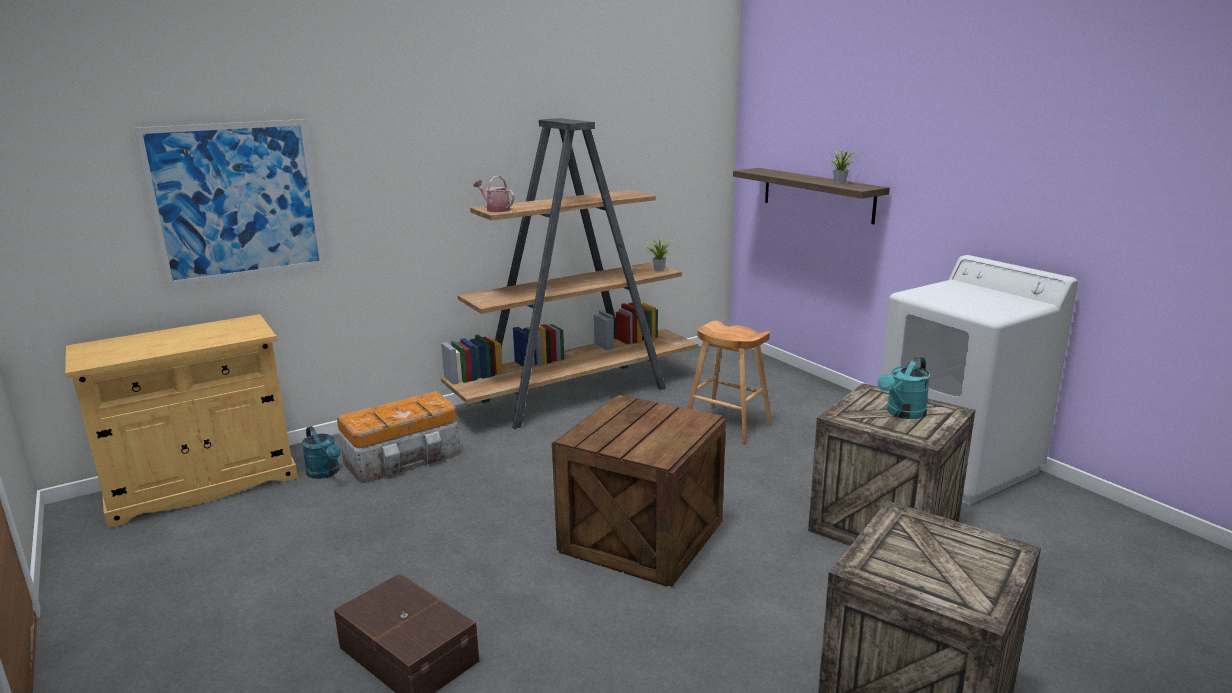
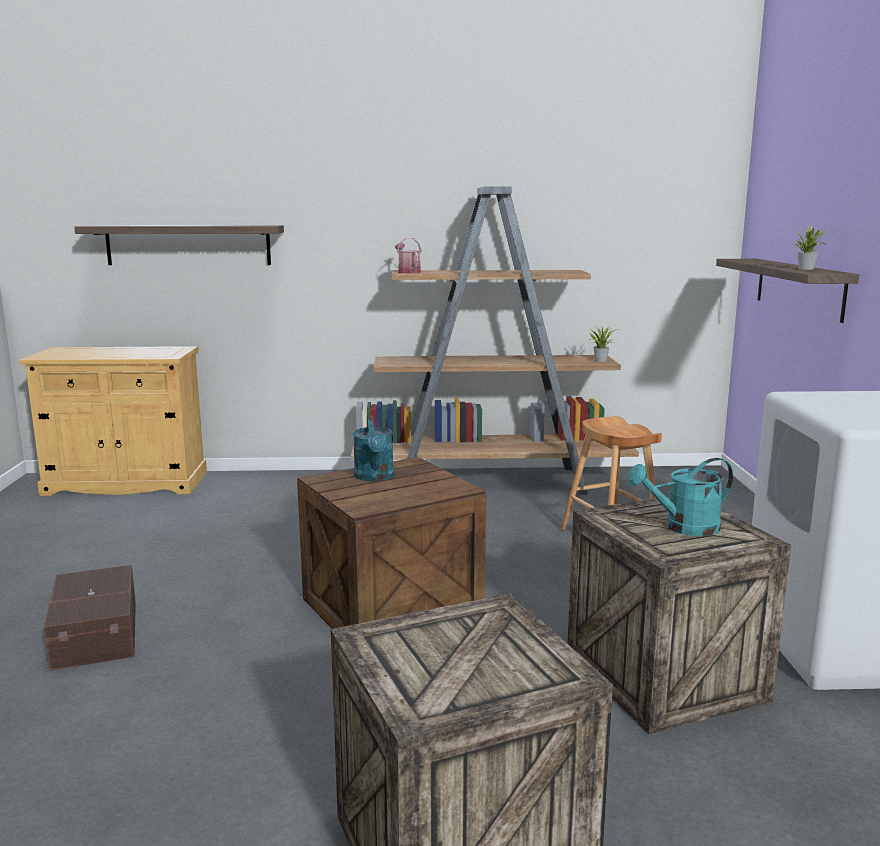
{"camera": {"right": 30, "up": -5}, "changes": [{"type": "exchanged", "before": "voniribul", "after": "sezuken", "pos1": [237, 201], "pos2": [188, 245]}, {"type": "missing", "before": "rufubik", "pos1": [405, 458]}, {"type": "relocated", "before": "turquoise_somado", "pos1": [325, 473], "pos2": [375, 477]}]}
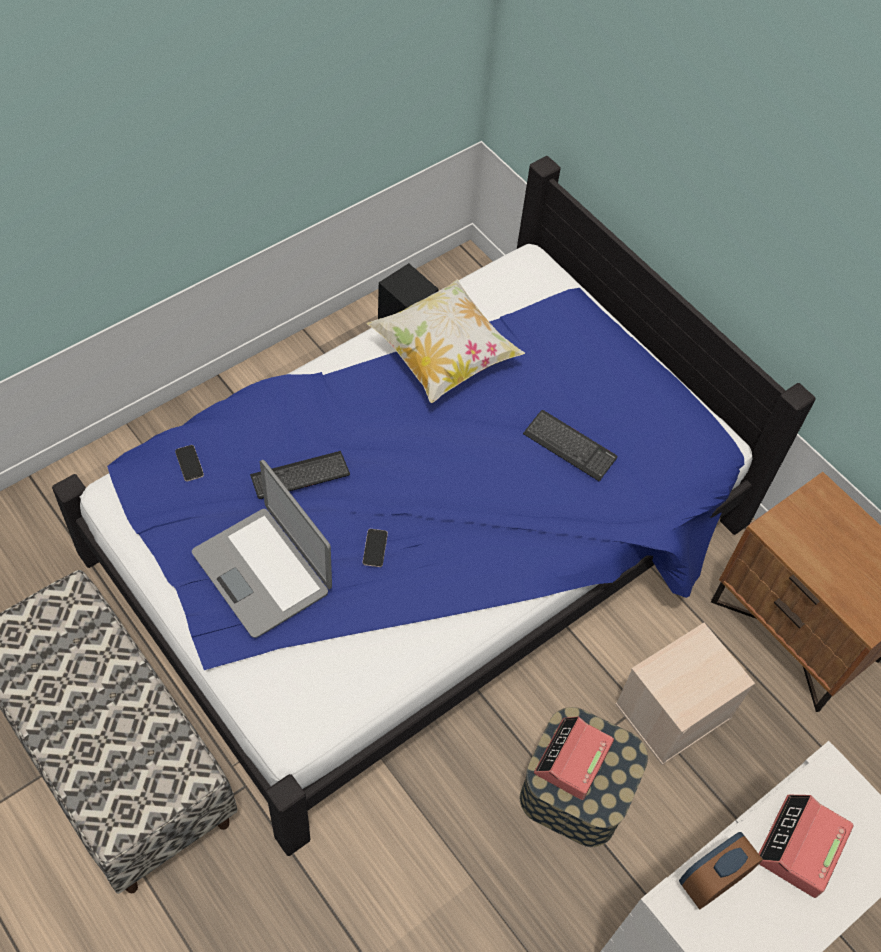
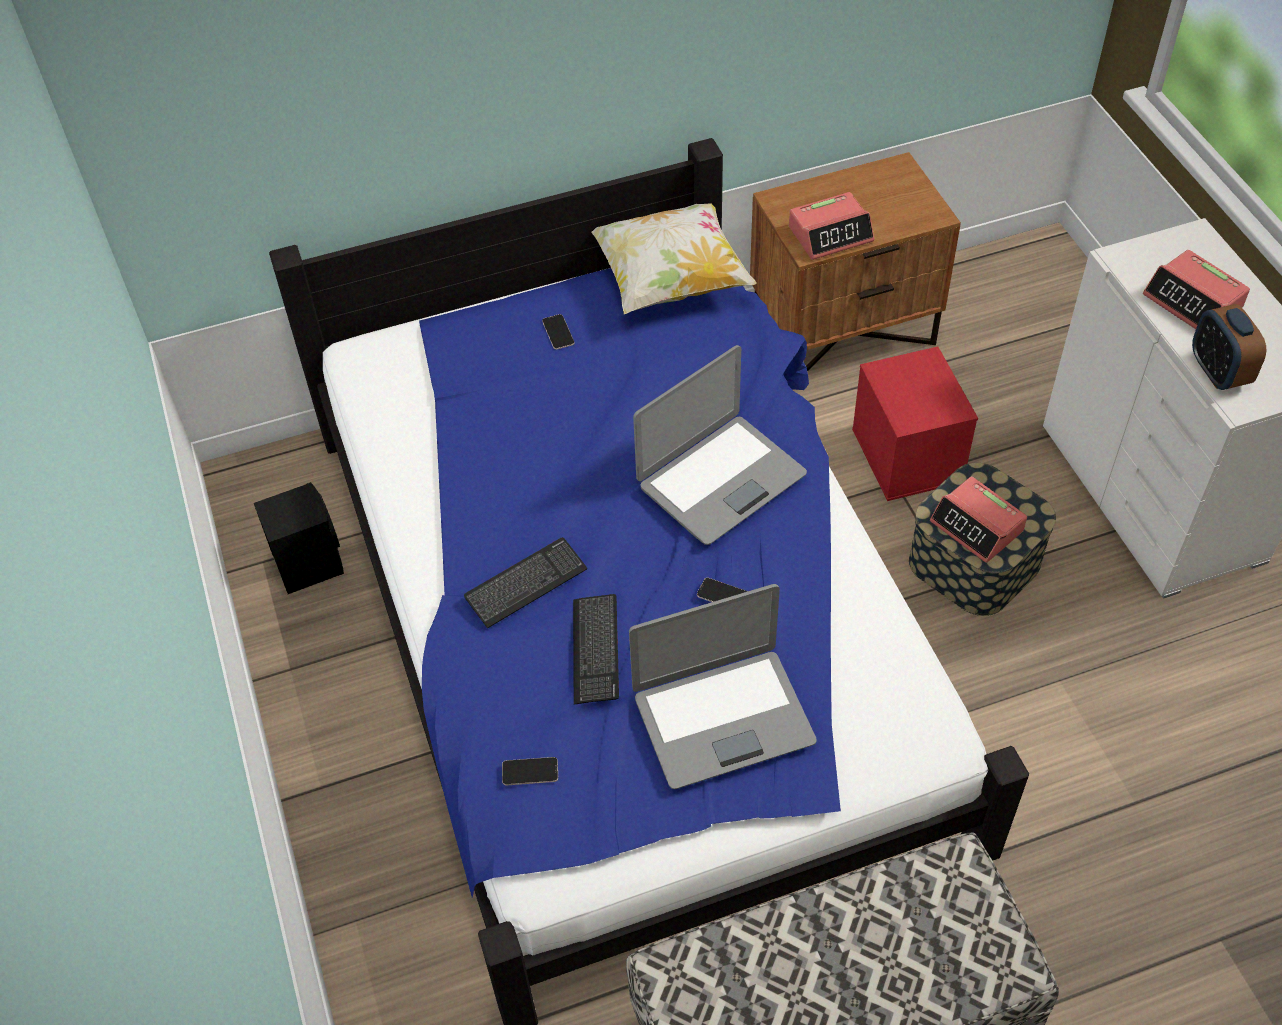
{"camera": {"right": -65, "up": -5}, "changes": [{"type": "relocated", "before": "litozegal", "pos1": [443, 357], "pos2": [671, 280]}, {"type": "relocated", "before": "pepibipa", "pos1": [569, 446], "pos2": [526, 584]}, {"type": "colour", "before": "beige_rufubik", "after": "red_rufubik", "pos1": [673, 709], "pos2": [905, 454]}, {"type": "appeared", "after": "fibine", "pos2": [831, 234]}, {"type": "appeared", "after": "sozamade", "pos2": [558, 332]}, {"type": "appeared", "after": "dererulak", "pos2": [720, 479]}]}
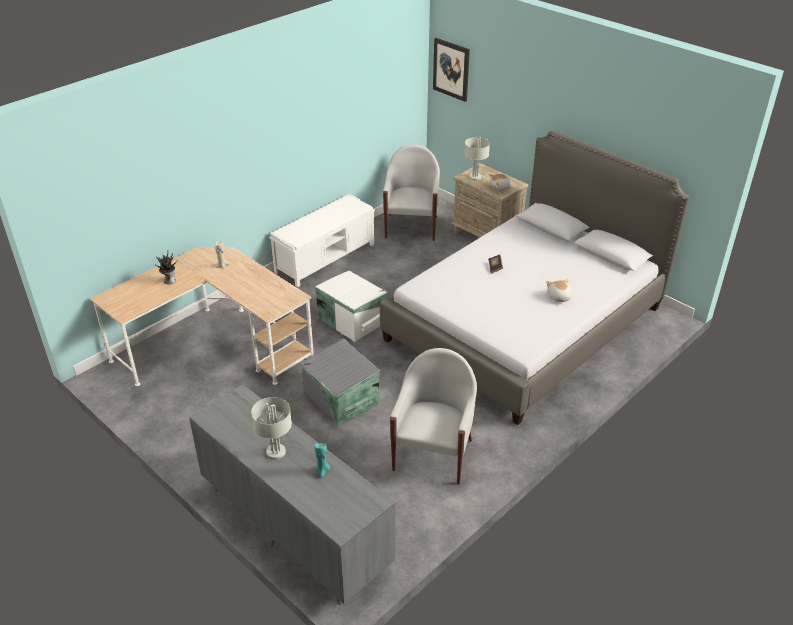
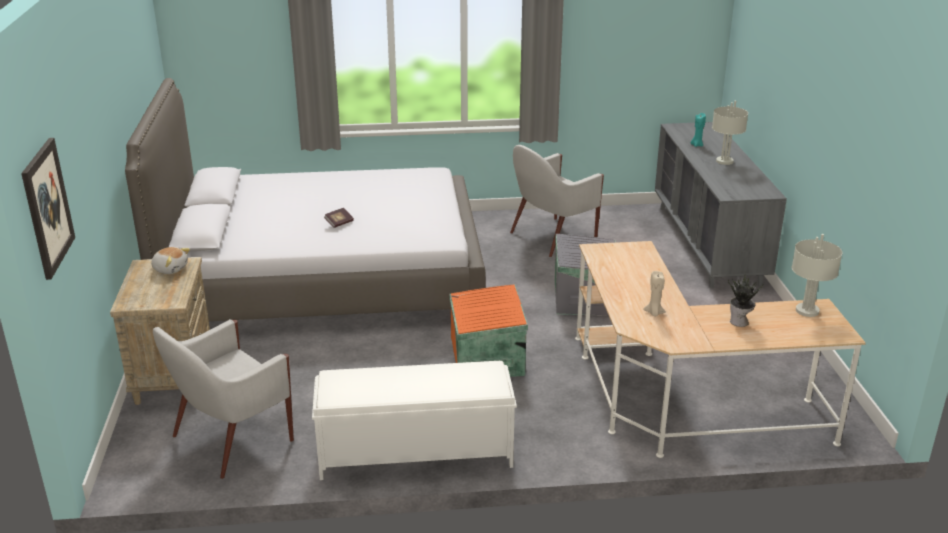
{"camera": {"right": -140, "up": -10}, "changes": [{"type": "relocated", "before": "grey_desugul", "pos1": [474, 177], "pos2": [807, 311]}, {"type": "colour", "before": "white_rufubik", "after": "orange_rufubik", "pos1": [352, 319], "pos2": [485, 356]}, {"type": "missing", "before": "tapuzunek", "pos1": [559, 297]}]}
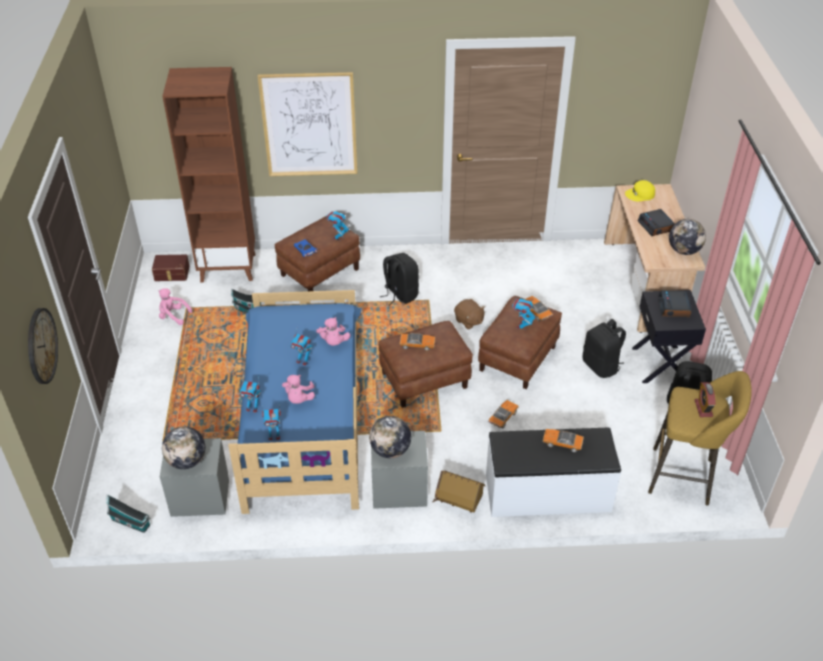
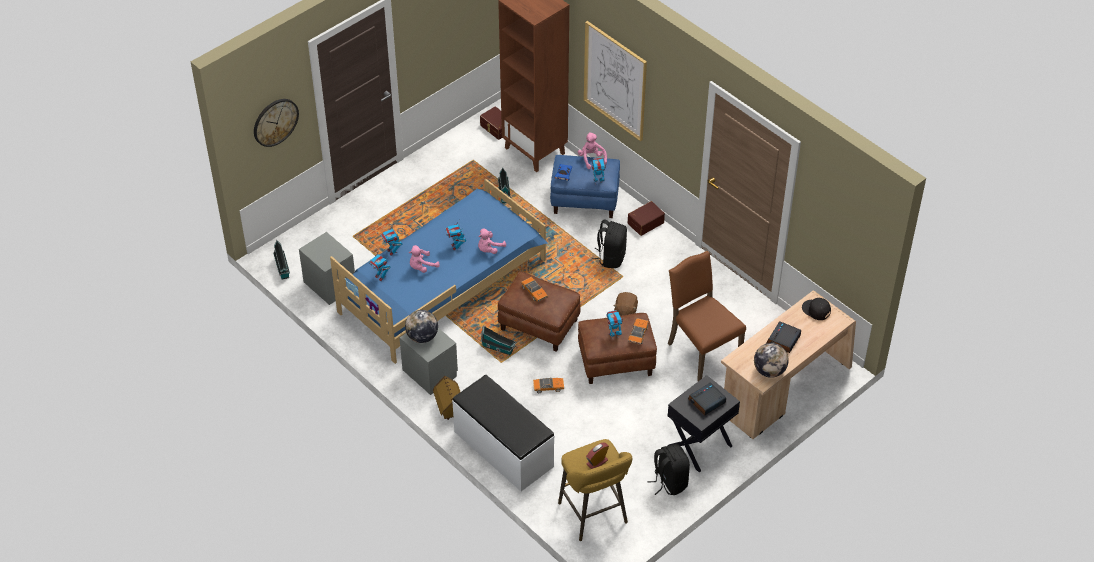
{"camera": {"right": 50, "up": 5}, "changes": [{"type": "colour", "before": "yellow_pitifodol", "after": "black_pitifodol", "pos1": [640, 194], "pos2": [816, 310]}, {"type": "colour", "before": "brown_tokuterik", "after": "blue_tokuterik", "pos1": [319, 272], "pos2": [585, 200]}, {"type": "relocated", "before": "pink_tapuzunek", "pos1": [173, 316], "pos2": [591, 159]}, {"type": "missing", "before": "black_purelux", "pos1": [601, 366]}, {"type": "missing", "before": "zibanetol", "pos1": [187, 461]}, {"type": "missing", "before": "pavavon", "pos1": [562, 443]}, {"type": "appeared", "after": "brown_rufubik", "pos2": [645, 222]}, {"type": "appeared", "after": "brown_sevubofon", "pos2": [701, 351]}, {"type": "appeared", "after": "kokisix", "pos2": [499, 348]}]}
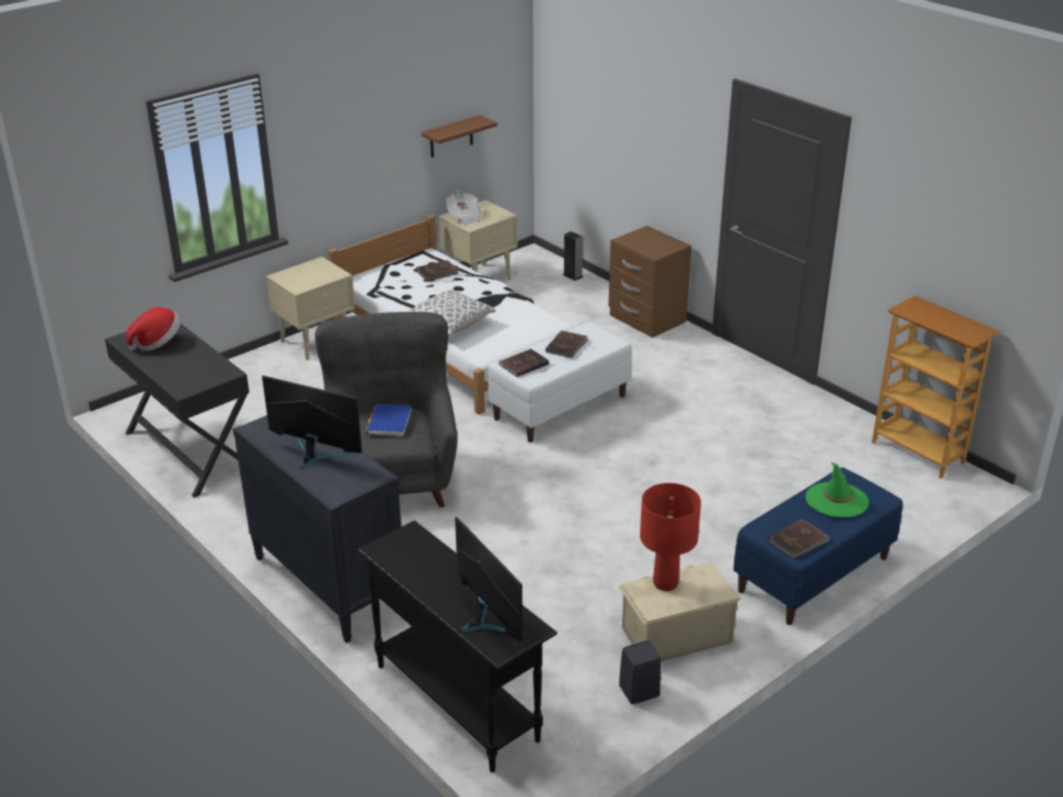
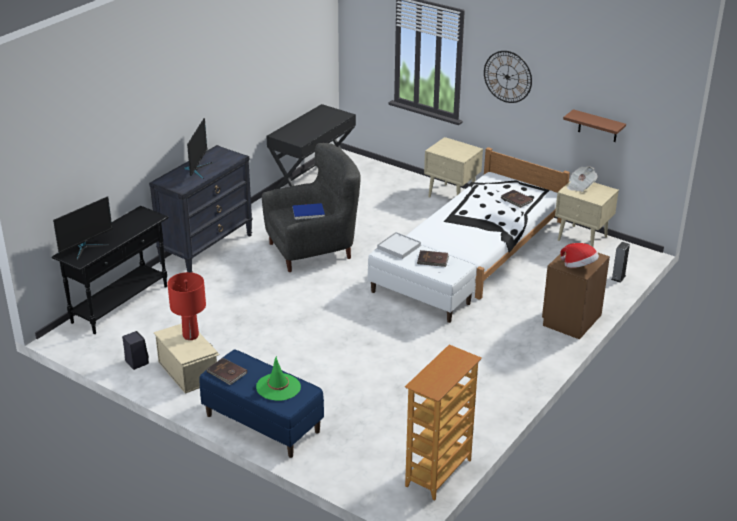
{"camera": {"right": 75, "up": 0}, "changes": [{"type": "missing", "before": "litozegal", "pos1": [450, 325]}, {"type": "relocated", "before": "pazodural", "pos1": [158, 342], "pos2": [578, 266]}, {"type": "exchanged", "before": "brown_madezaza", "after": "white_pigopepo", "pos1": [523, 364], "pos2": [399, 247]}, {"type": "appeared", "after": "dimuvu", "pos2": [507, 77]}]}
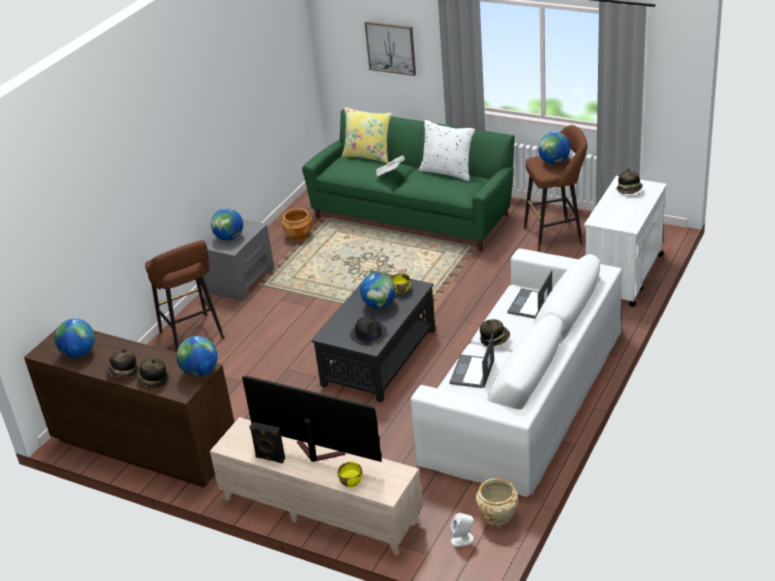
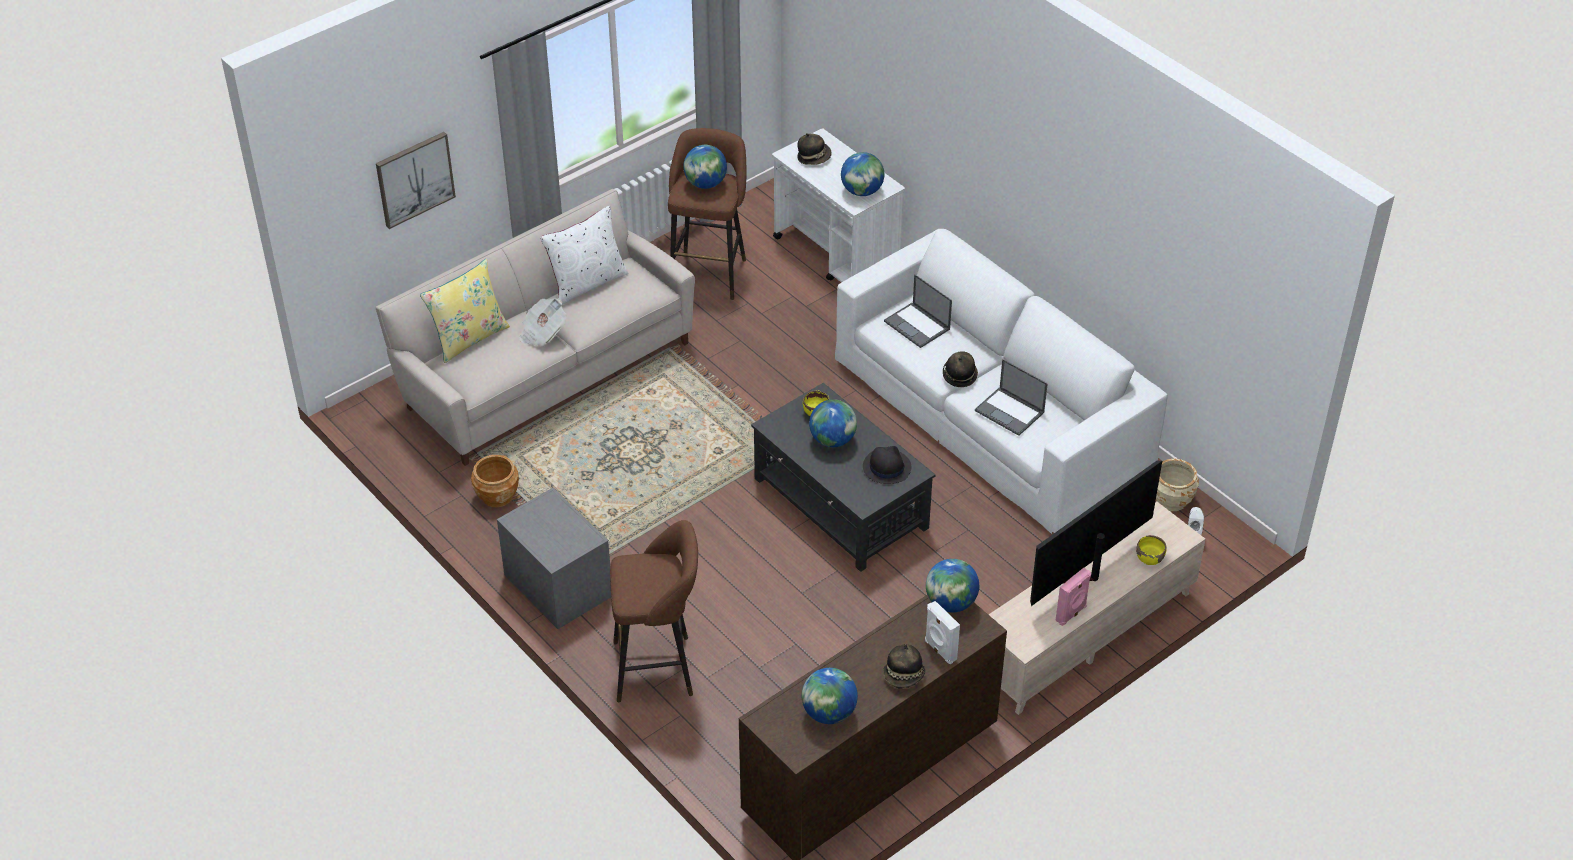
{"camera": {"right": -70, "up": 10}, "changes": [{"type": "colour", "before": "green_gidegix", "after": "beige_gidegix", "pos1": [413, 214], "pos2": [545, 371]}, {"type": "relocated", "before": "zibanetol", "pos1": [229, 238], "pos2": [862, 191]}, {"type": "exchanged", "before": "pazodural", "after": "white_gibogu", "pos1": [153, 380], "pos2": [939, 650]}, {"type": "colour", "before": "black_gibogu", "after": "pink_gibogu", "pos1": [270, 459], "pos2": [1071, 614]}]}
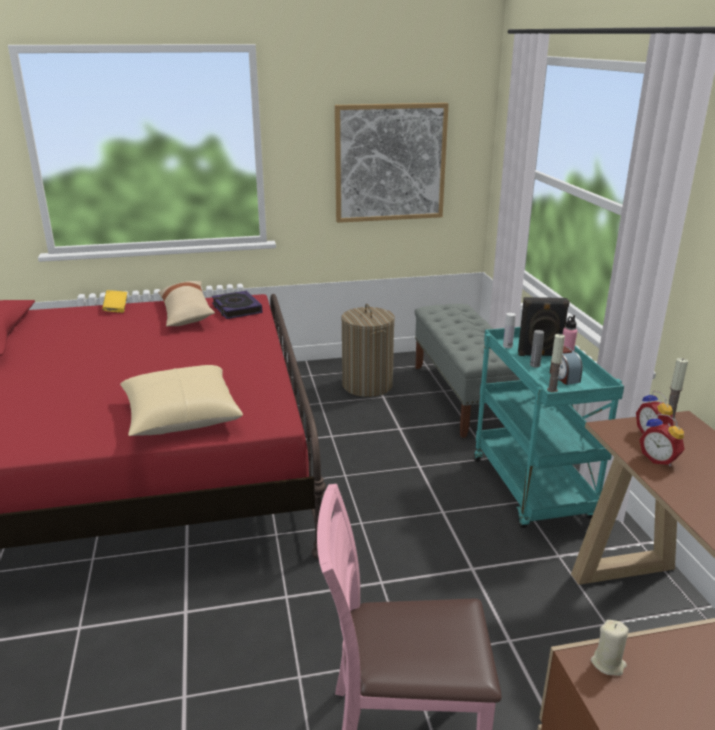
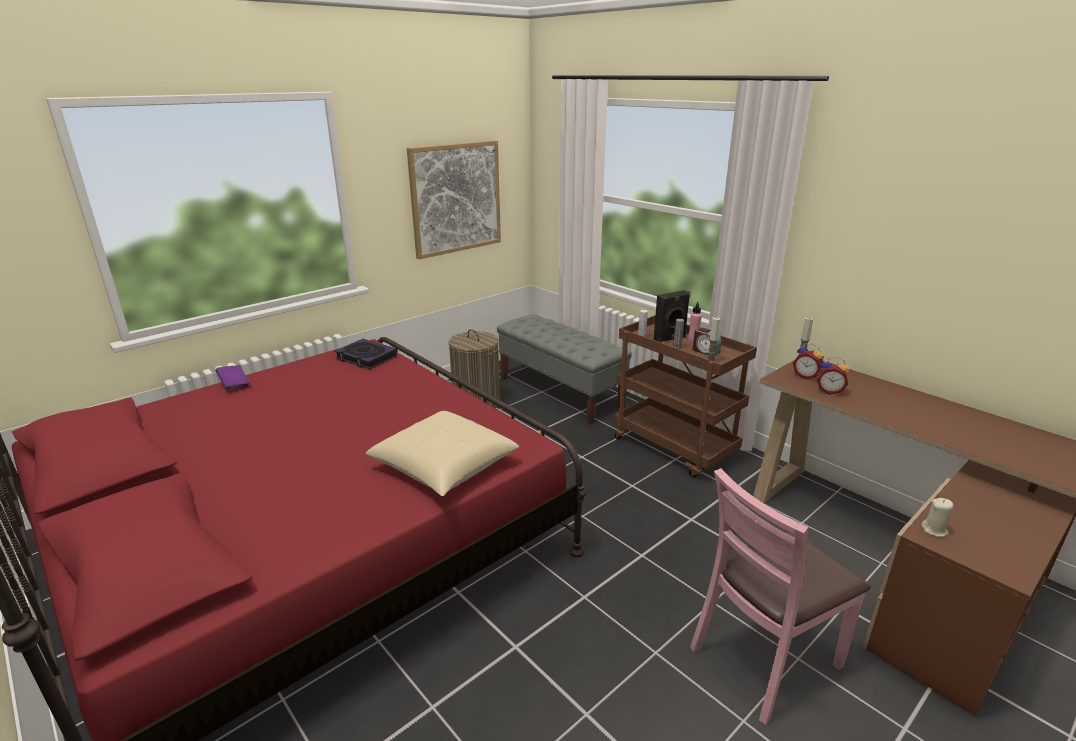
{"camera": {"right": -30, "up": 0}, "changes": [{"type": "missing", "before": "beige_litozegal", "pos1": [186, 313]}, {"type": "colour", "before": "yellow_madezaza", "after": "purple_madezaza", "pos1": [116, 308], "pos2": [234, 385]}, {"type": "colour", "before": "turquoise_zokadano", "after": "brown_zokadano", "pos1": [533, 490], "pos2": [675, 448]}]}
